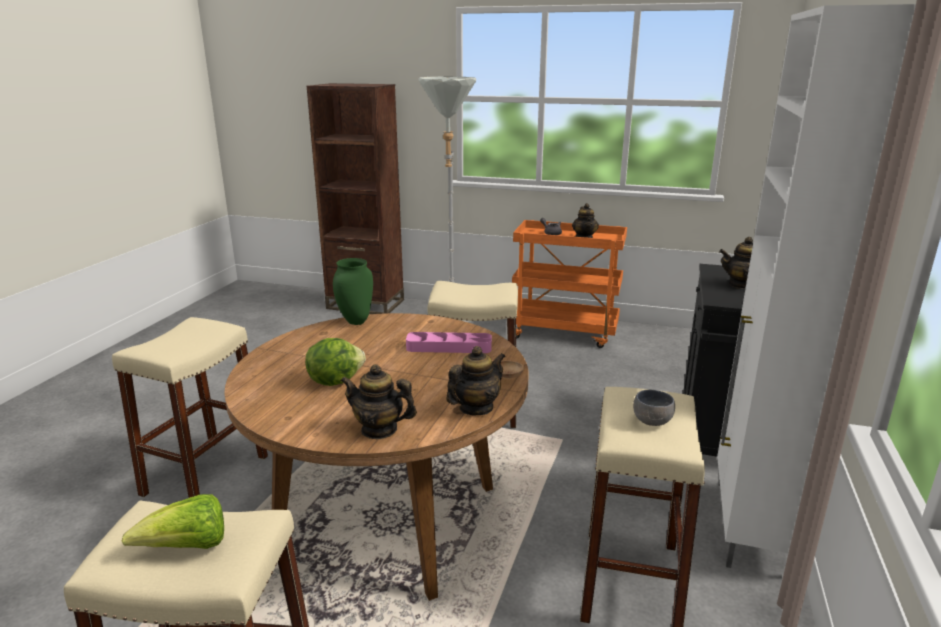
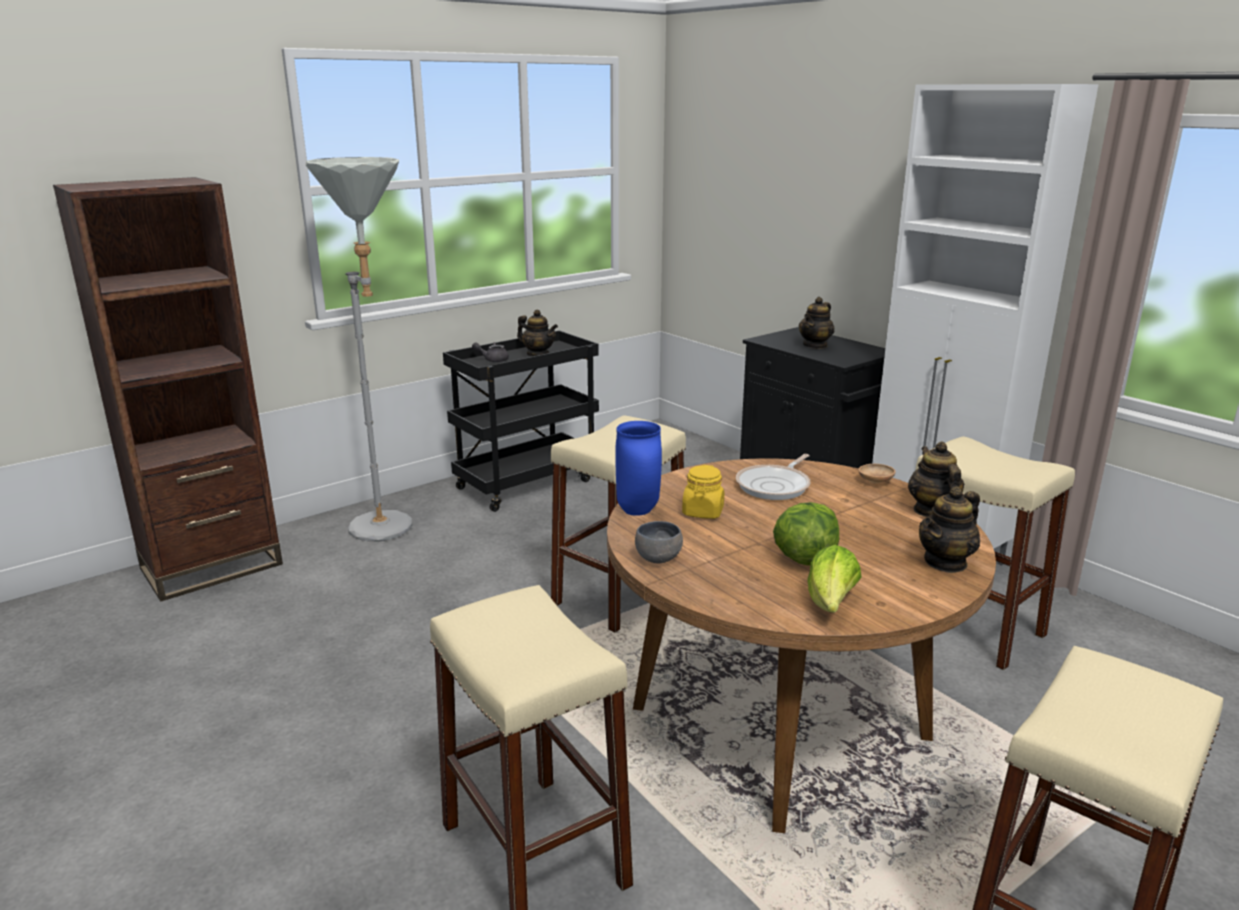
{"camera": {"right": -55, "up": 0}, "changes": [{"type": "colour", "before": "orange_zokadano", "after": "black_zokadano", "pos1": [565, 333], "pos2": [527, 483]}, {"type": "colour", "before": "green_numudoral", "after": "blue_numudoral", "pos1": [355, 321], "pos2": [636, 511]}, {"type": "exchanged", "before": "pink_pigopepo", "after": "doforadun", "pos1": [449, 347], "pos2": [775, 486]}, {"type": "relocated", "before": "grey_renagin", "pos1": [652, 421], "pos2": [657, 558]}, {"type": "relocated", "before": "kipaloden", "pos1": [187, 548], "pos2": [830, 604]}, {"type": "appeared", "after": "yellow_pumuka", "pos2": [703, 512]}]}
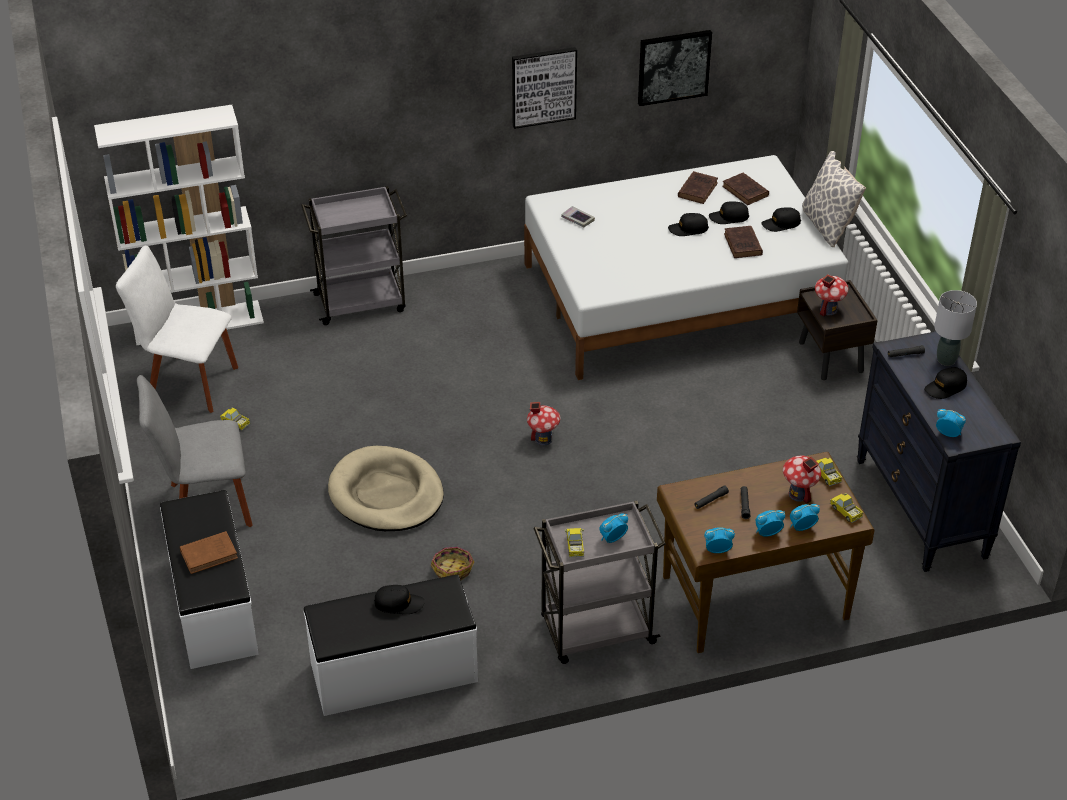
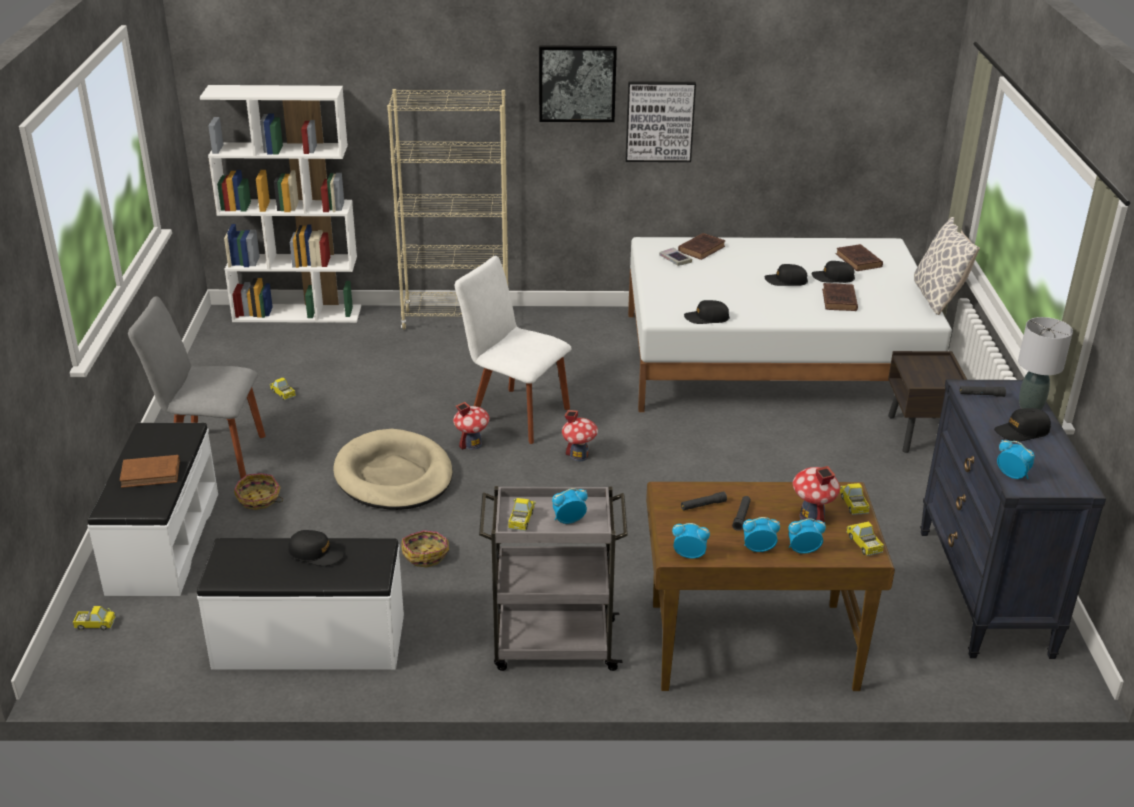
{"camera": {"right": 15, "up": -10}, "changes": [{"type": "relocated", "before": "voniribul", "pos1": [673, 66], "pos2": [577, 83]}, {"type": "relocated", "before": "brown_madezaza", "pos1": [698, 189], "pos2": [702, 248]}, {"type": "exchanged", "before": "grey_zokadano", "after": "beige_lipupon", "pos1": [361, 302], "pos2": [456, 320]}, {"type": "relocated", "before": "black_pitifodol", "pos1": [781, 224], "pos2": [706, 318]}, {"type": "relocated", "before": "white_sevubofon", "pos1": [188, 383], "pos2": [515, 414]}, {"type": "relocated", "before": "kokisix", "pos1": [828, 309], "pos2": [472, 444]}, {"type": "appeared", "after": "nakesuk", "pos2": [259, 499]}, {"type": "appeared", "after": "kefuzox", "pos2": [95, 625]}]}
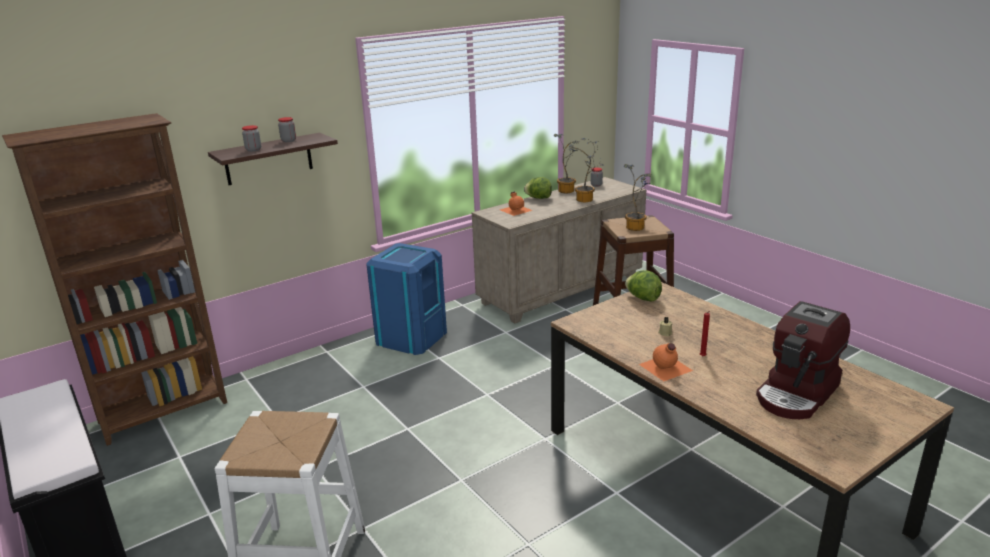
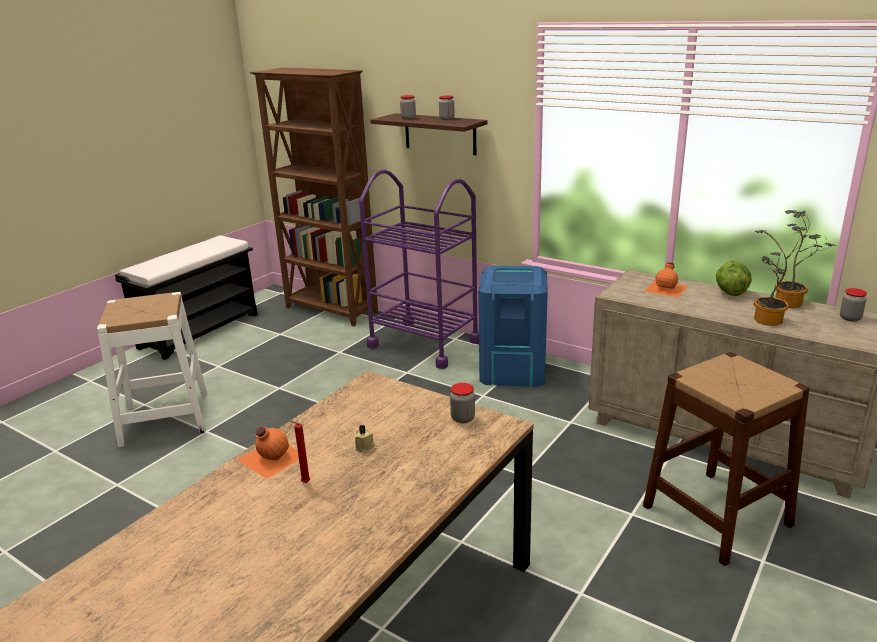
{"camera": {"right": 70, "up": 0}, "changes": [{"type": "missing", "before": "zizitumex", "pos1": [636, 227]}, {"type": "exchanged", "before": "kipaloden", "after": "pumuka", "pos1": [642, 298], "pos2": [463, 418]}, {"type": "missing", "before": "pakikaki", "pos1": [797, 394]}, {"type": "appeared", "after": "purple_zokadano", "pos2": [424, 344]}]}
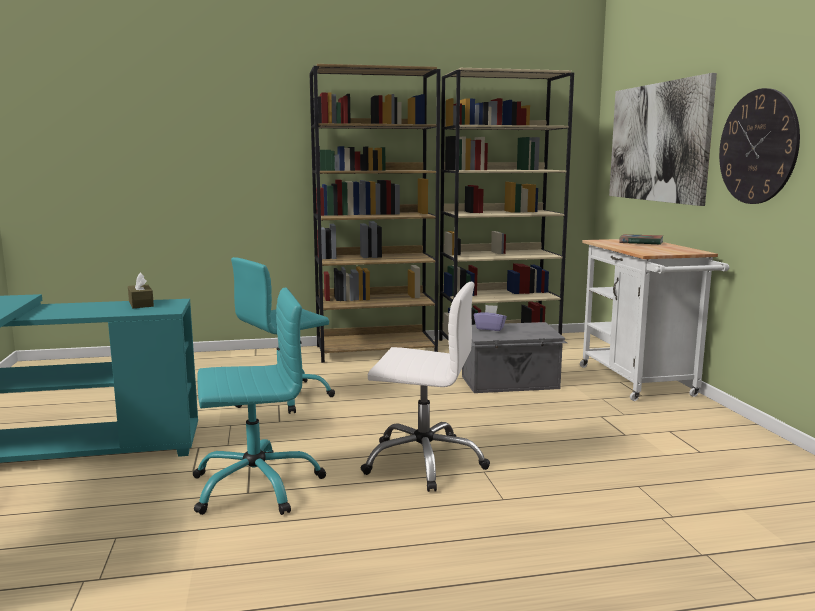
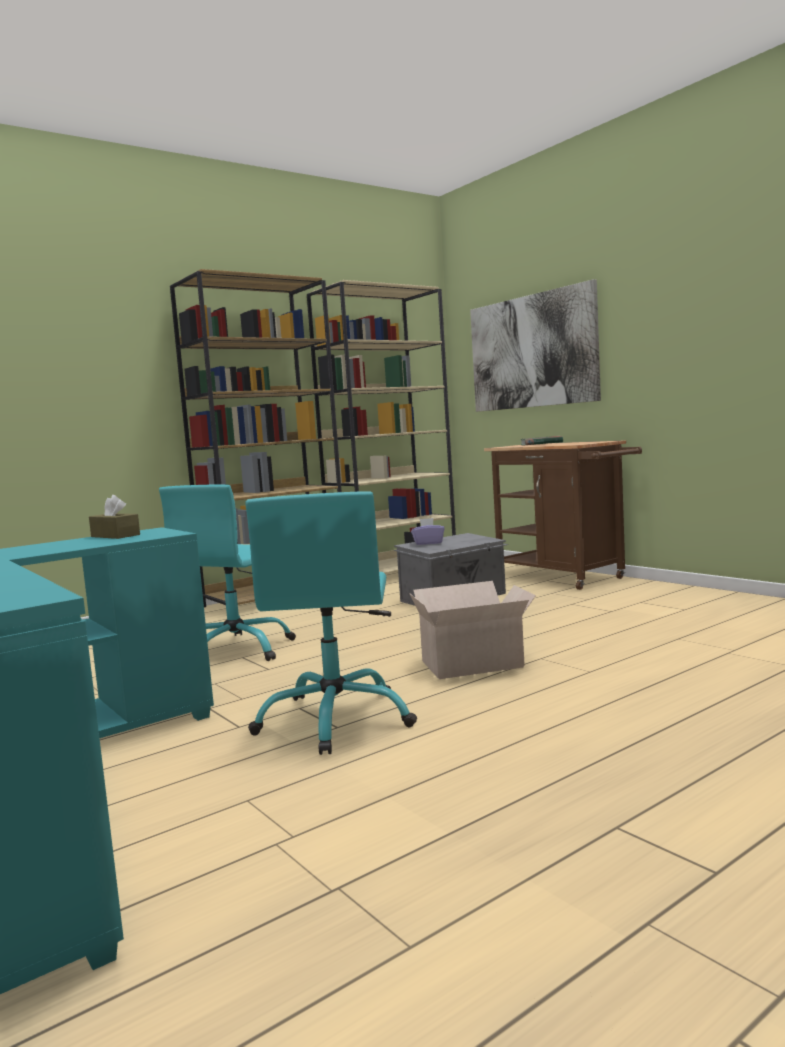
{"camera": {"right": -25, "up": -5}, "changes": [{"type": "missing", "before": "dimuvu", "pos1": [758, 147]}, {"type": "colour", "before": "white_zokadano", "after": "brown_zokadano", "pos1": [641, 383], "pos2": [565, 578]}, {"type": "exchanged", "before": "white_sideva", "after": "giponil", "pos1": [424, 462], "pos2": [475, 664]}, {"type": "spun", "before": "turquoise_sideva", "pos1": [256, 485], "pos2": [336, 720], "turn": 135}]}
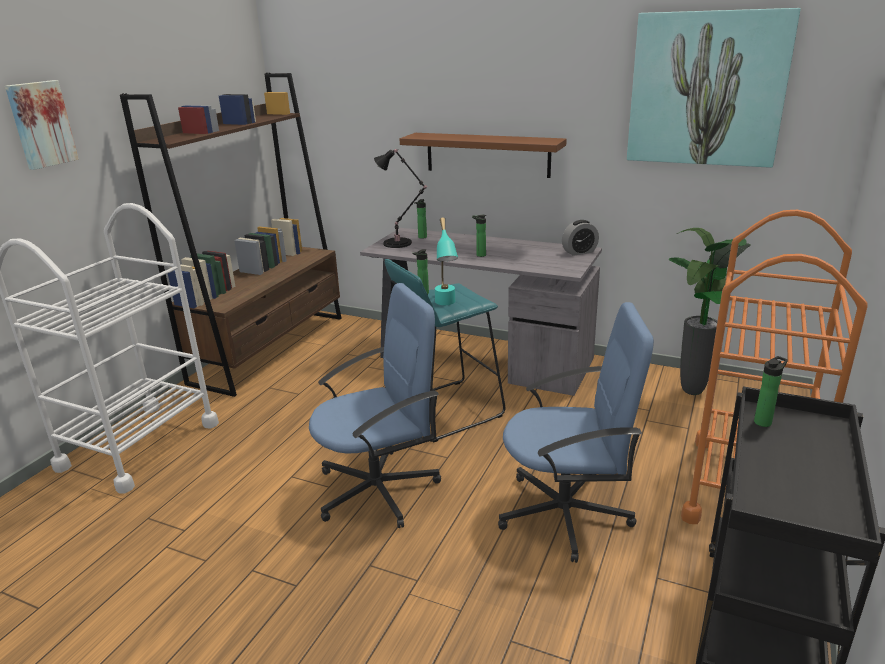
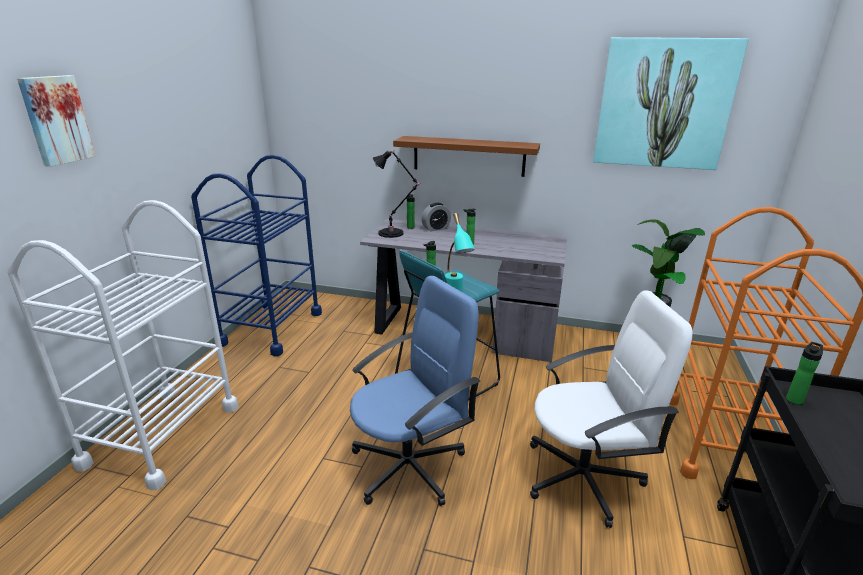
{"camera": {"right": -10, "up": 0}, "changes": [{"type": "exchanged", "before": "brown_lipupon", "after": "blue_zokadano", "pos1": [271, 348], "pos2": [271, 328]}, {"type": "relocated", "before": "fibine", "pos1": [579, 252], "pos2": [436, 228]}, {"type": "colour", "before": "blue_sideva", "after": "white_sideva", "pos1": [566, 513], "pos2": [584, 477]}]}
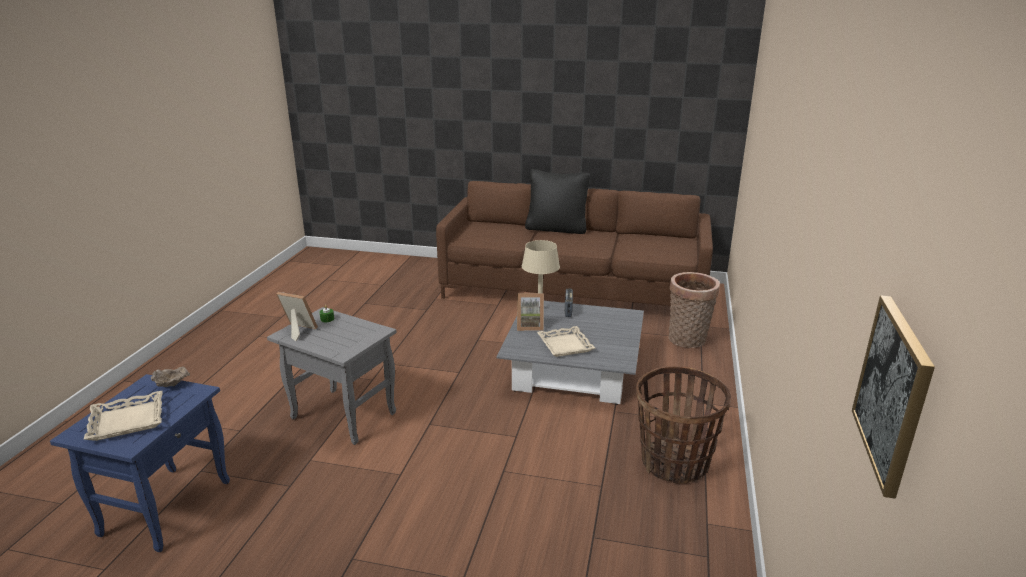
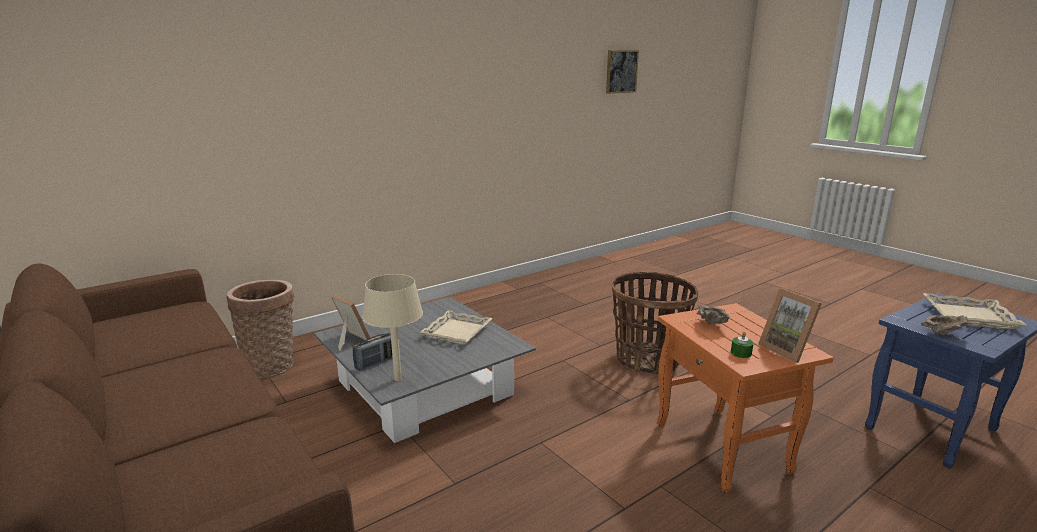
{"camera": {"right": -140, "up": -5}, "changes": [{"type": "missing", "before": "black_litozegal", "pos1": [556, 229]}, {"type": "relocated", "before": "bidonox", "pos1": [529, 326], "pos2": [349, 340]}, {"type": "colour", "before": "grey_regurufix", "after": "orange_regurufix", "pos1": [341, 416], "pos2": [724, 449]}, {"type": "relocated", "before": "nakesuk", "pos1": [674, 463], "pos2": [648, 360]}, {"type": "appeared", "after": "beige_renagin", "pos2": [711, 324]}]}
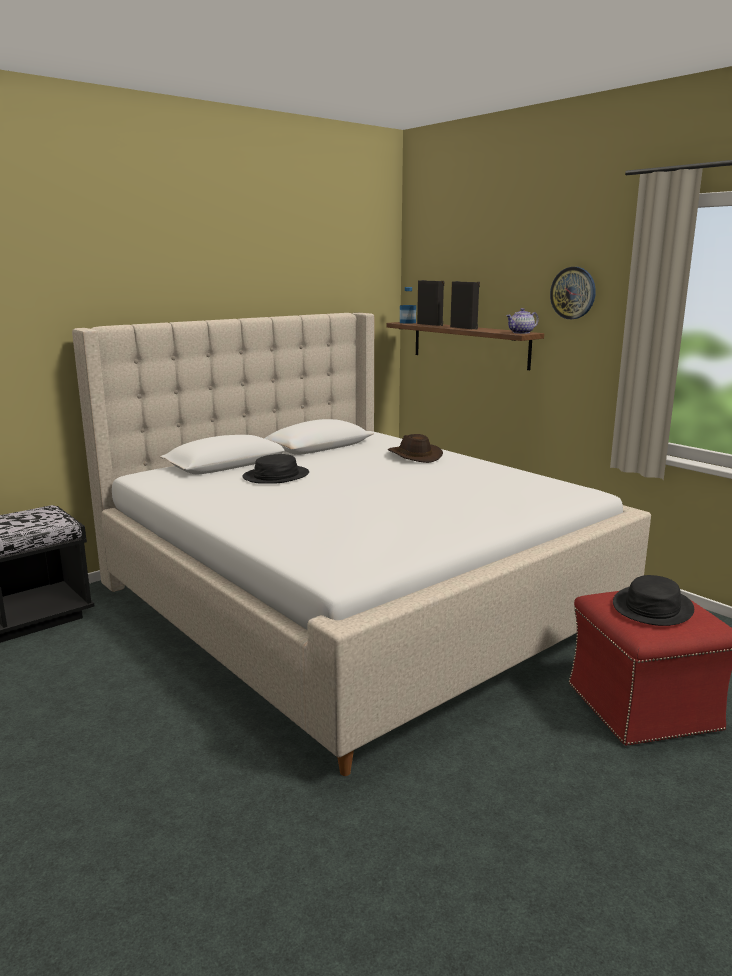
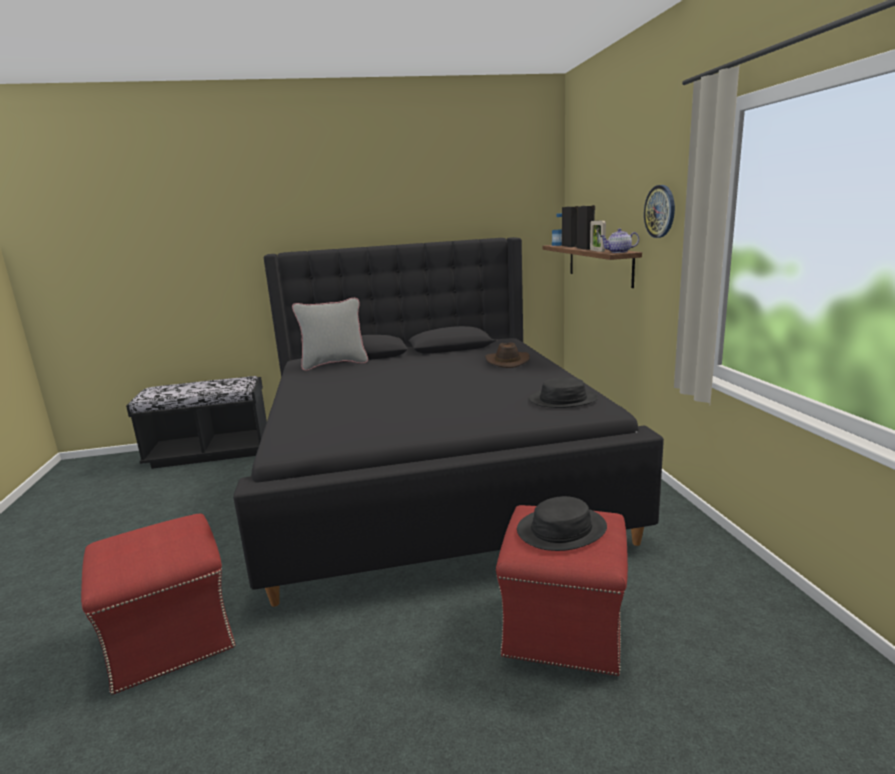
{"camera": {"right": 30, "up": 0}, "changes": [{"type": "colour", "before": "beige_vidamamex", "after": "black_vidamamex", "pos1": [353, 601], "pos2": [431, 477]}, {"type": "relocated", "before": "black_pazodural", "pos1": [276, 476], "pos2": [563, 399]}, {"type": "appeared", "after": "bidonox", "pos2": [597, 251]}, {"type": "appeared", "after": "grey_litozegal", "pos2": [334, 364]}, {"type": "appeared", "after": "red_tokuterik", "pos2": [169, 638]}]}
